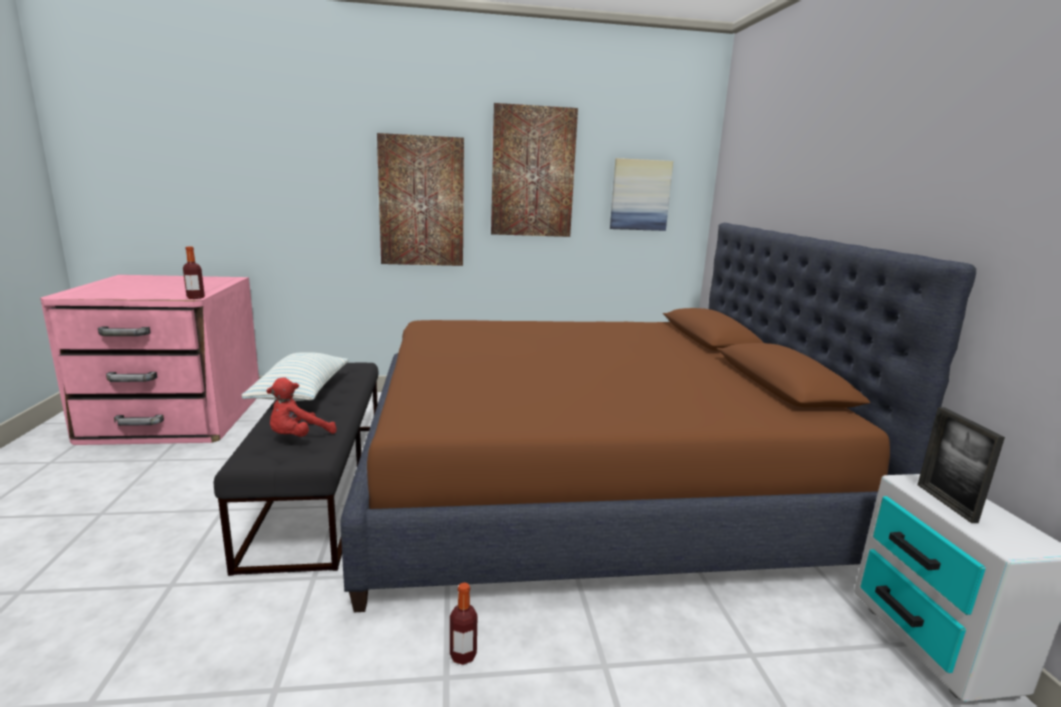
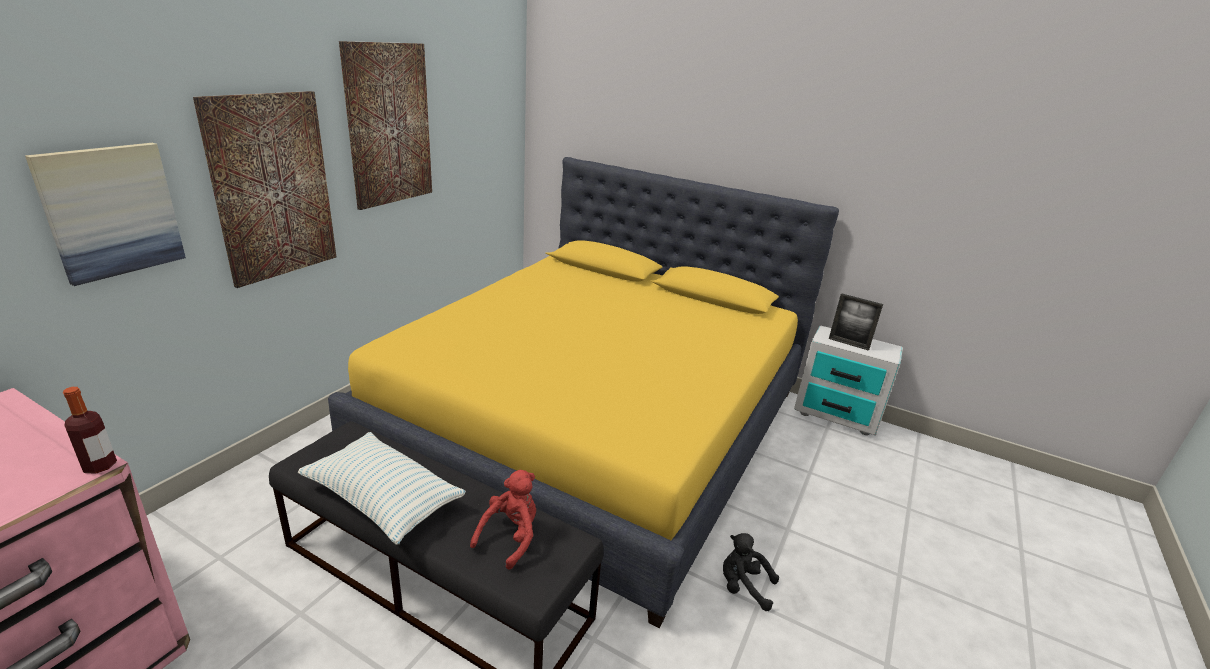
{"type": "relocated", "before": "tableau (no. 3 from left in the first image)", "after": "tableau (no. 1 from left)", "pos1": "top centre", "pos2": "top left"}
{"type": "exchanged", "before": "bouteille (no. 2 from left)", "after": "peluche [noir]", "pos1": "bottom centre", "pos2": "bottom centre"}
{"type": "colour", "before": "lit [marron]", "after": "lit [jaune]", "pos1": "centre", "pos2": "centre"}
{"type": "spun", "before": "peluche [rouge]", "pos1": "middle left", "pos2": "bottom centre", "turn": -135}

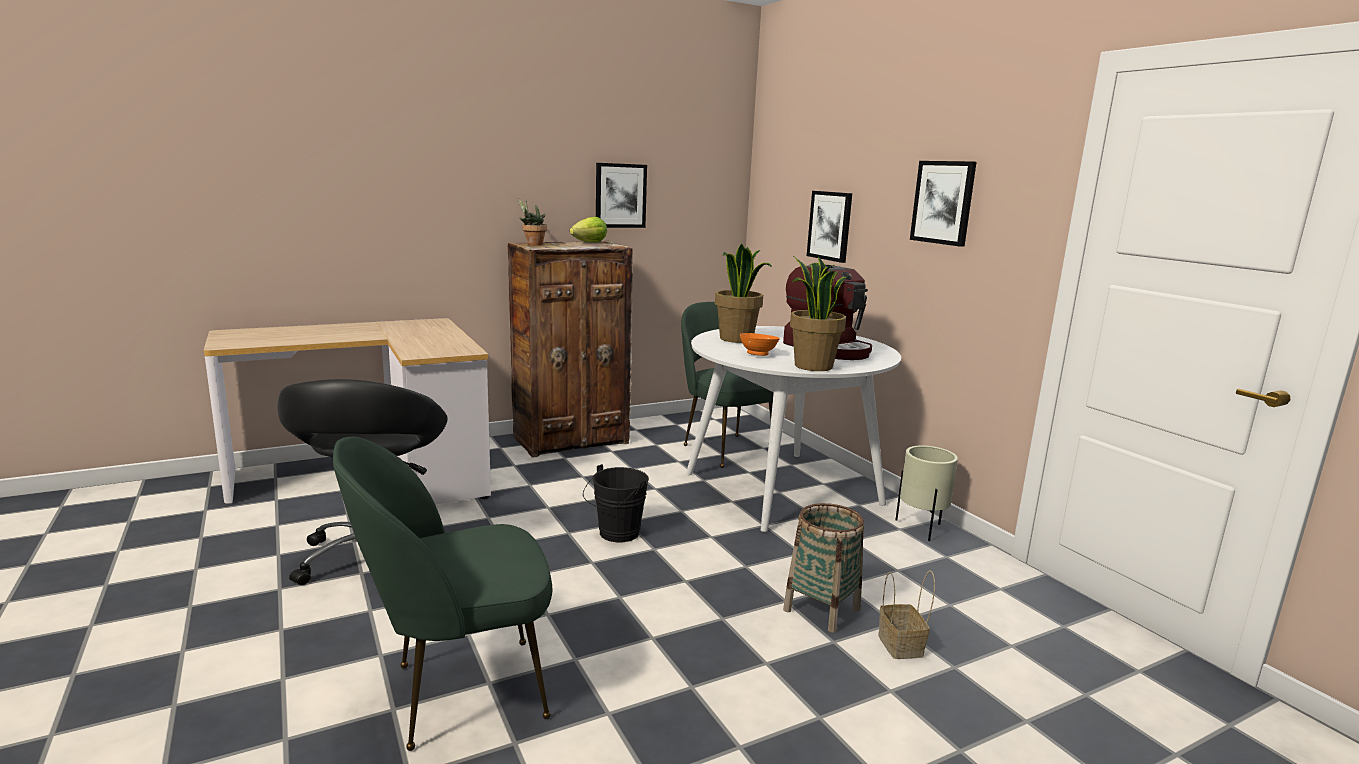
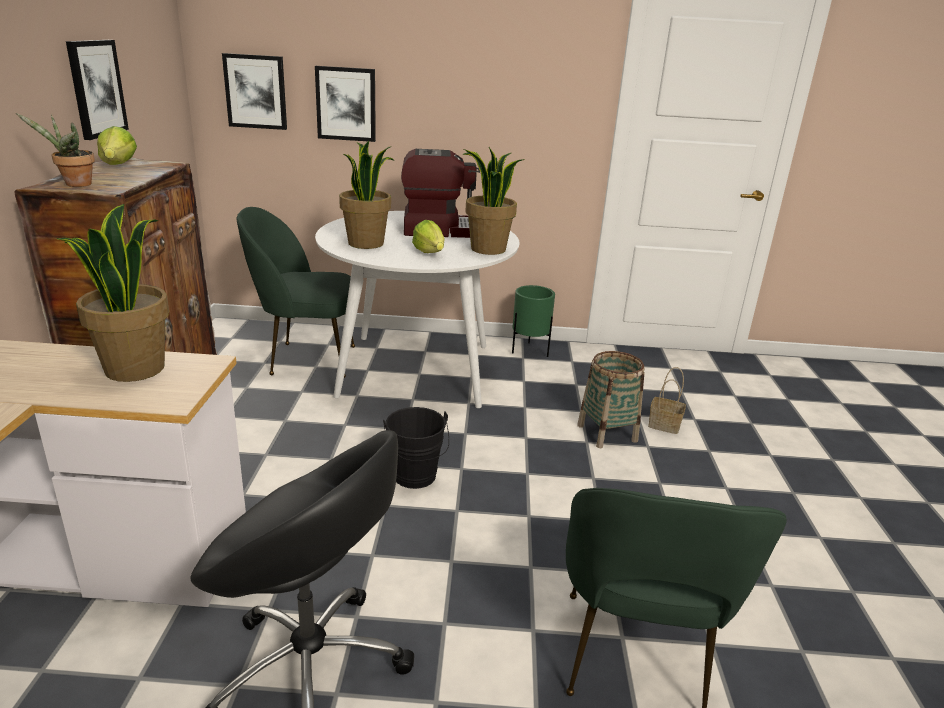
{"type": "appeared", "after": "plante en pot (no. 2 from left)", "pos2": "middle left"}
{"type": "relocated", "before": "tableau (no. 3 from left in the first image)", "after": "tableau (no. 2 from left)", "pos1": "top right", "pos2": "top left"}
{"type": "exchanged", "before": "bol [orange]", "after": "laitue (no. 2 from left)", "pos1": "centre", "pos2": "centre"}
{"type": "colour", "before": "cache-pot [beige]", "after": "cache-pot [vert]", "pos1": "middle right", "pos2": "centre"}

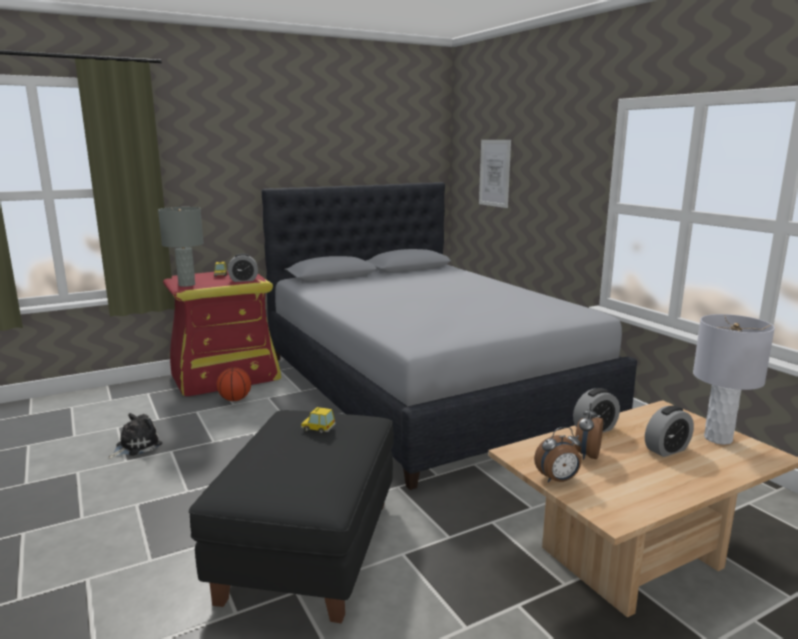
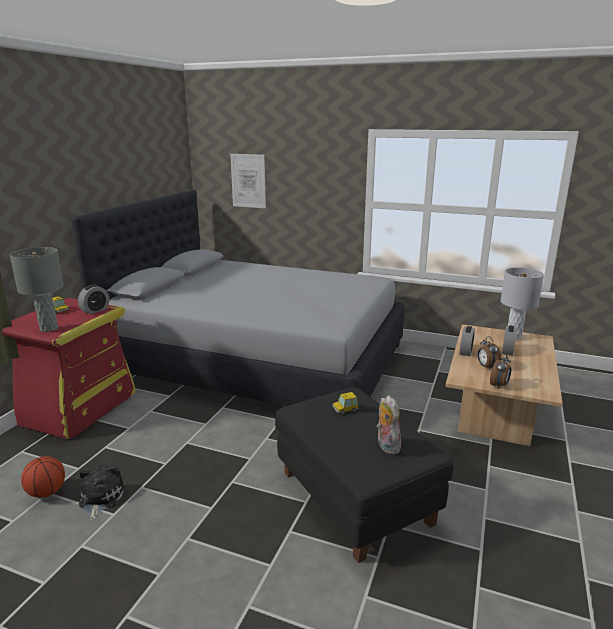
{"type": "appeared", "after": "peluche (no. 2 from left)", "pos2": "bottom centre"}
{"type": "relocated", "before": "ballon de basket", "pos1": "middle left", "pos2": "bottom left"}

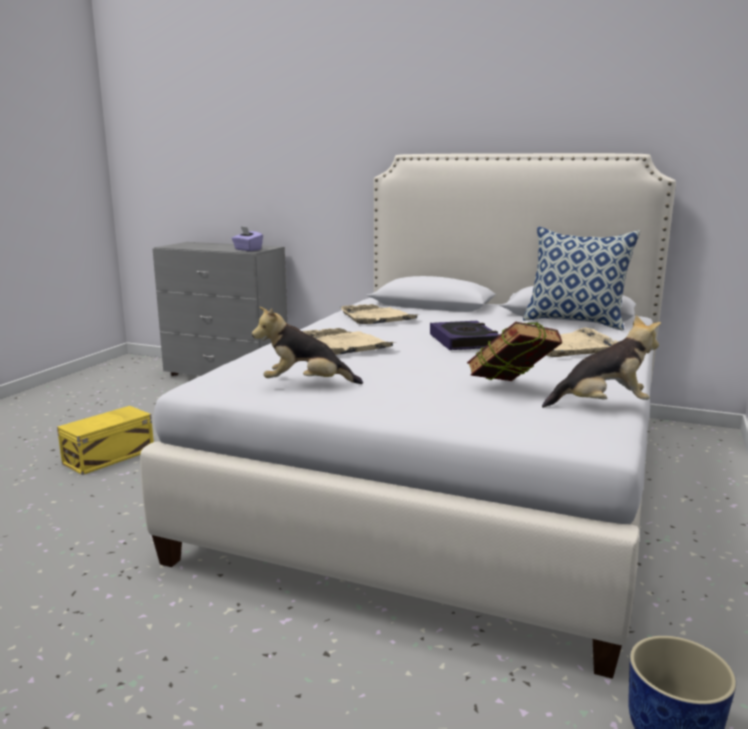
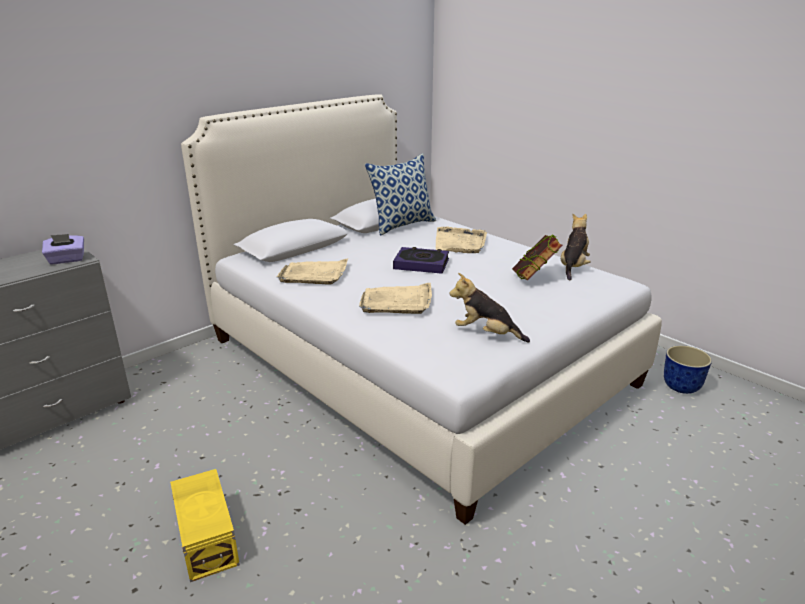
{"type": "spun", "before": "peluche (no. 1 from left)", "pos1": "centre", "pos2": "centre", "turn": 90}

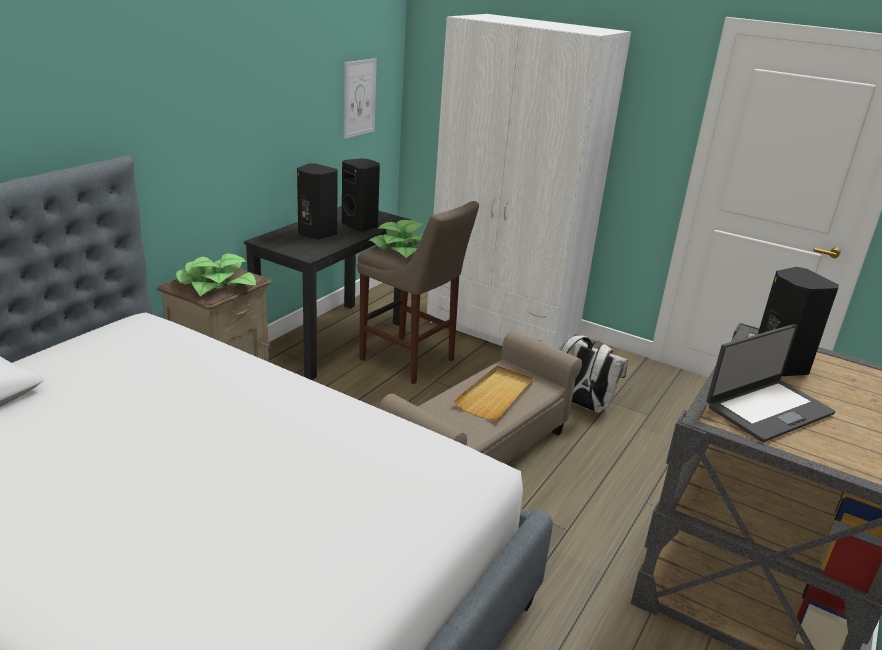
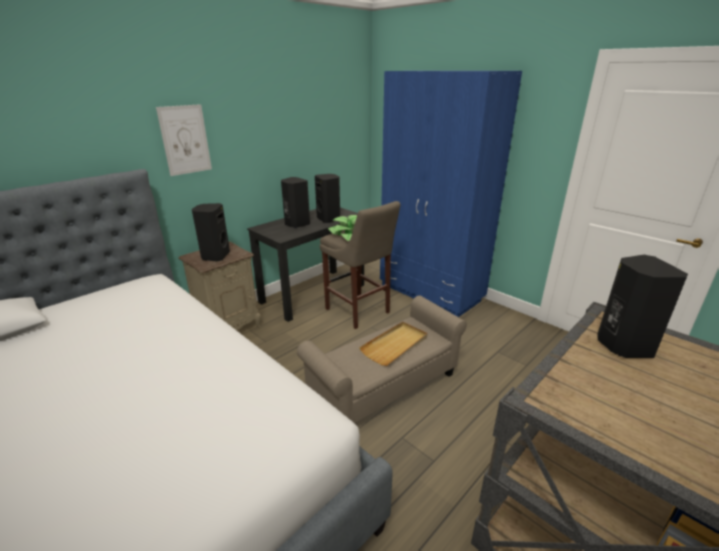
{"type": "missing", "before": "sac à dos [blanc]", "pos1": "middle right"}
{"type": "missing", "before": "ordinateur portable", "pos1": "middle right"}
{"type": "relocated", "before": "tableau", "pos1": "top centre", "pos2": "top left"}
{"type": "exchanged", "before": "plante en pot (no. 1 from left)", "after": "enceinte [noir] (no. 1 from left)", "pos1": "middle left", "pos2": "middle left"}
{"type": "colour", "before": "armoire [blanc]", "after": "armoire [bleu]", "pos1": "top centre", "pos2": "centre"}

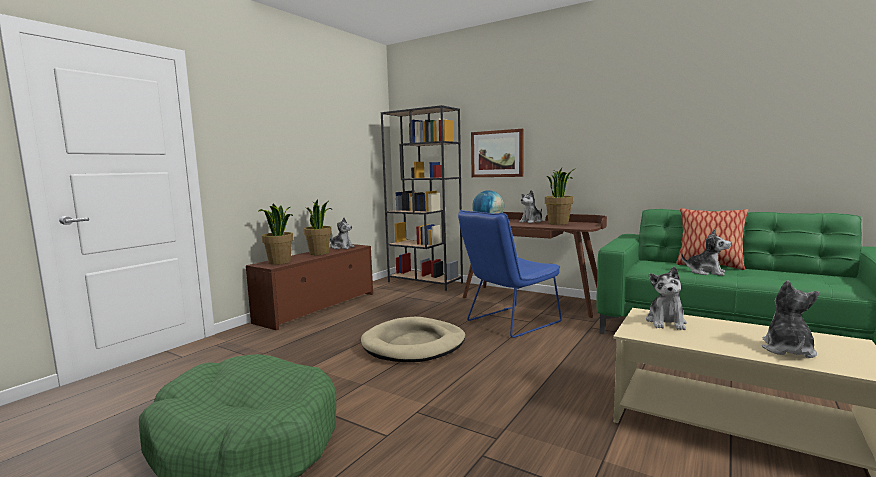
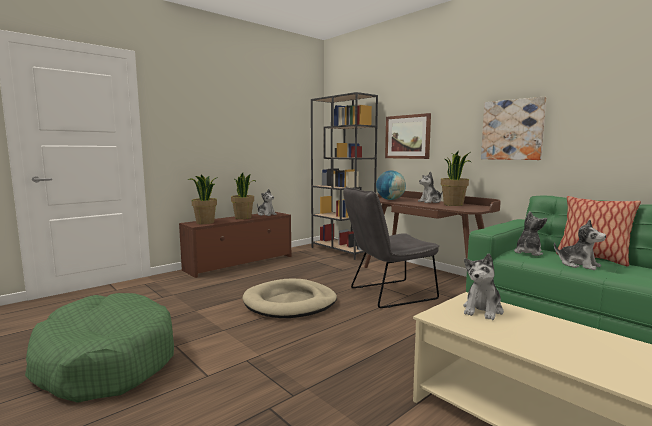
{"type": "appeared", "after": "tableau (no. 2 from left)", "pos2": "top right"}
{"type": "relocated", "before": "peluche (no. 5 from left in the first image)", "after": "peluche (no. 4 from left)", "pos1": "bottom right", "pos2": "middle right"}
{"type": "colour", "before": "chaise [bleu]", "after": "chaise [gris]", "pos1": "centre", "pos2": "centre"}

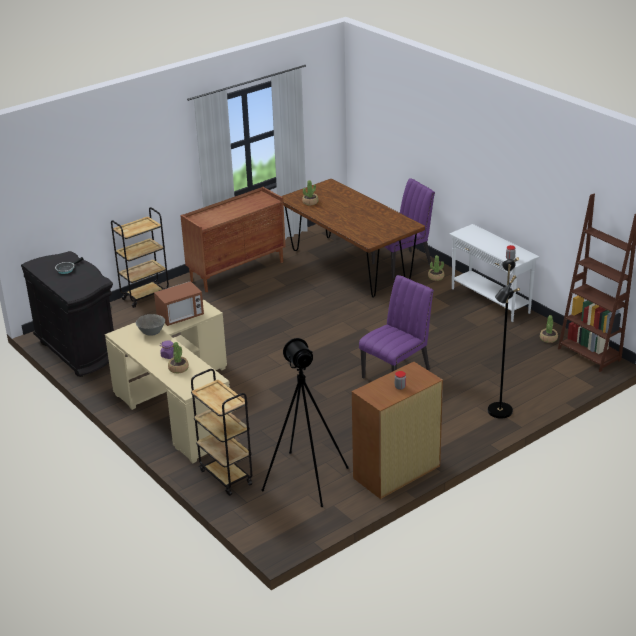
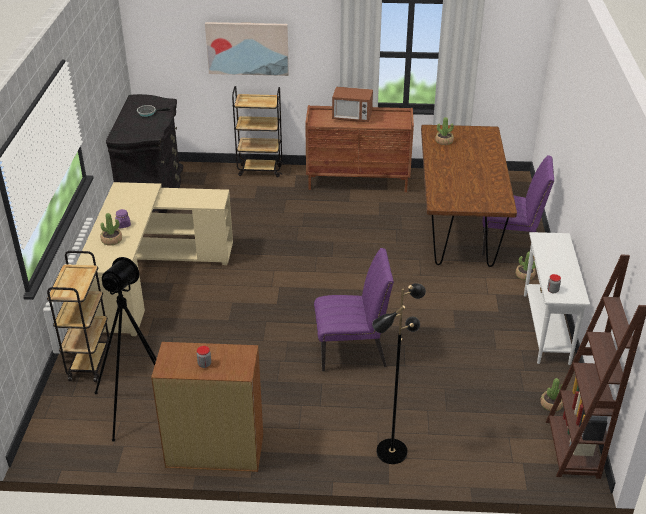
{"type": "missing", "before": "bol [gris]", "pos1": "middle left"}
{"type": "appeared", "after": "tableau", "pos2": "top centre"}
{"type": "relocated", "before": "micro-ondes", "pos1": "middle left", "pos2": "top centre"}

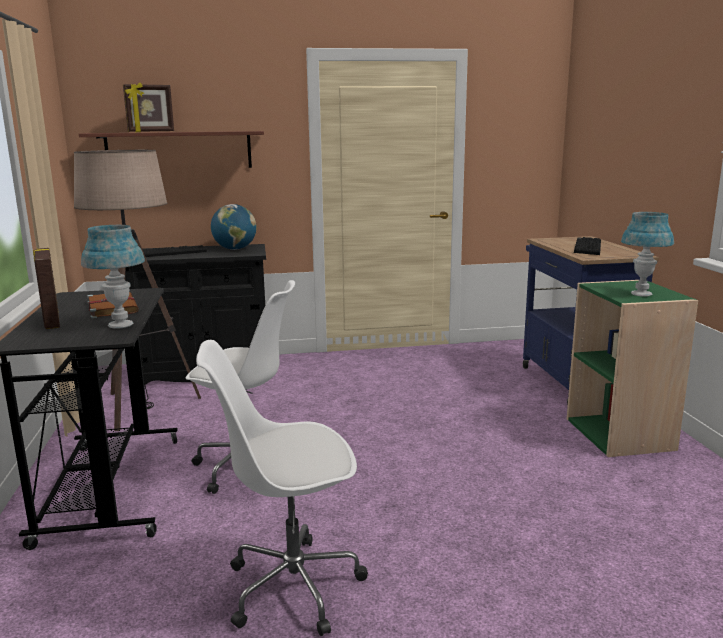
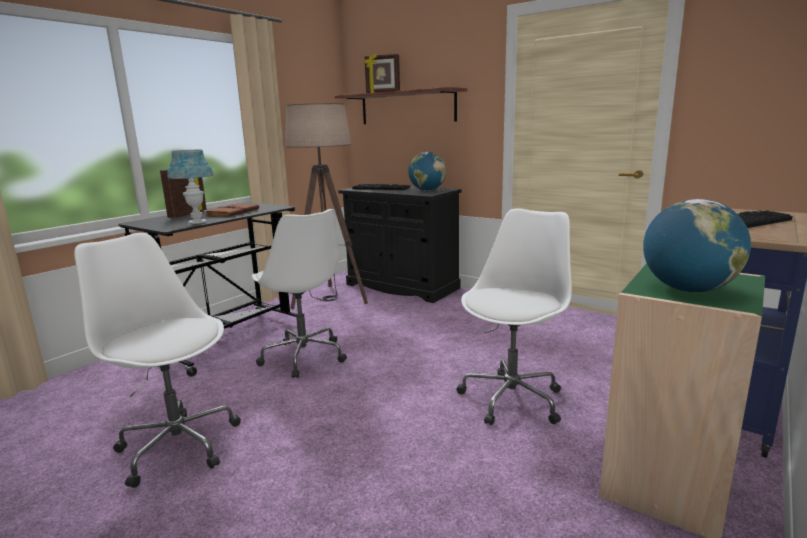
{"type": "appeared", "after": "chaise de bureau [blanc] (no. 3 from left)", "pos2": "centre"}
{"type": "exchanged", "before": "lampe de table [bleu] (no. 2 from left)", "after": "globe (no. 2 from left)", "pos1": "middle right", "pos2": "middle right"}

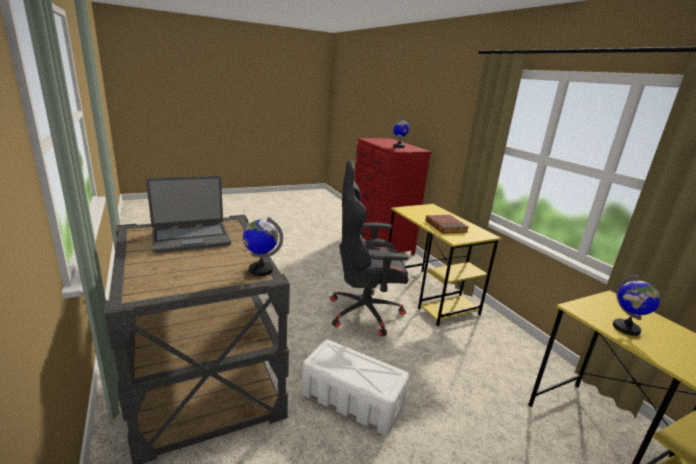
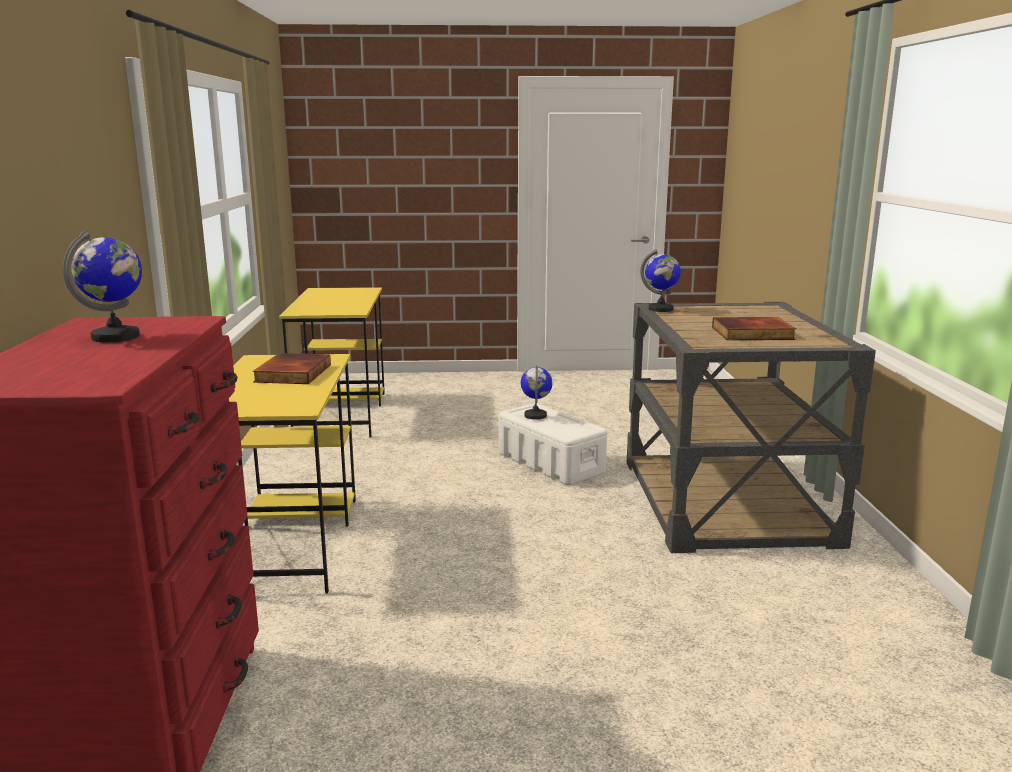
{"type": "missing", "before": "chaise de bureau [noir]", "pos1": "centre"}
{"type": "relocated", "before": "globe (no. 3 from left in the first image)", "after": "globe (no. 2 from left)", "pos1": "middle right", "pos2": "centre"}
{"type": "exchanged", "before": "ordinateur portable", "after": "livre (no. 2 from left)", "pos1": "middle left", "pos2": "middle right"}

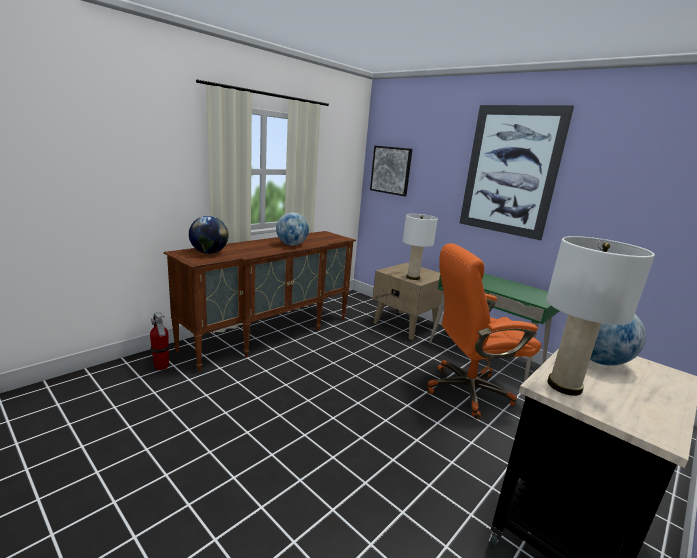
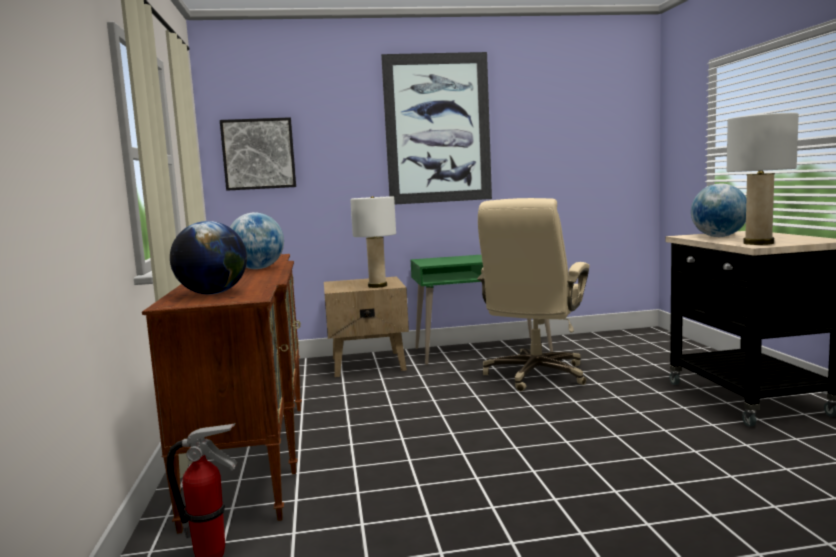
{"type": "colour", "before": "chaise de bureau [orange]", "after": "chaise de bureau [beige]", "pos1": "middle right", "pos2": "centre"}

